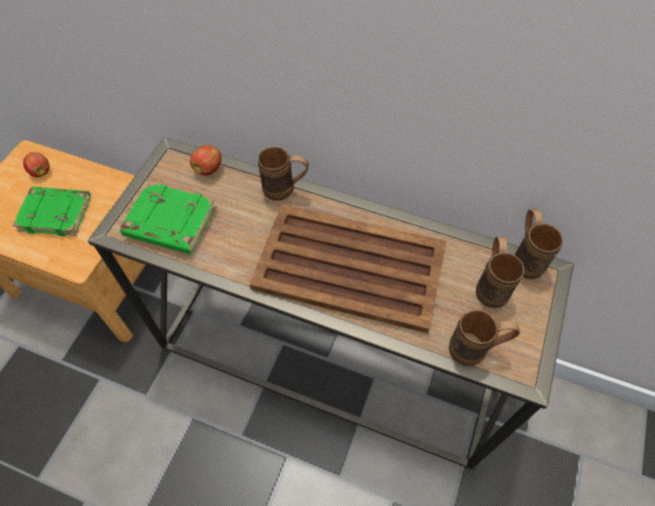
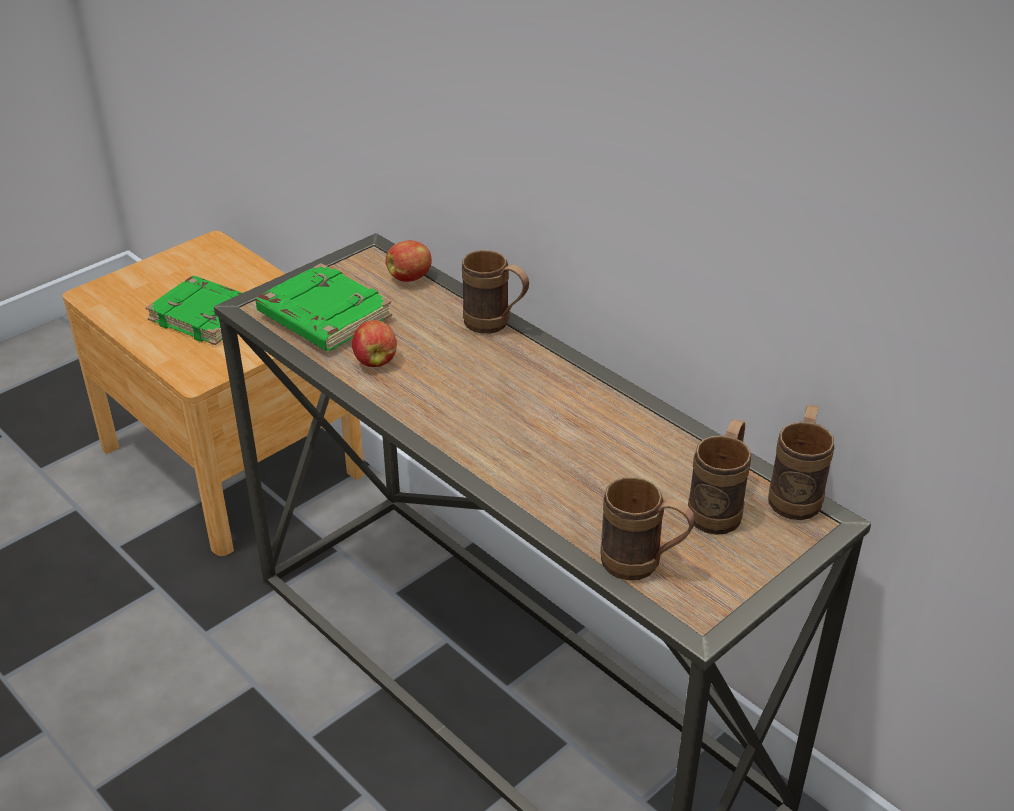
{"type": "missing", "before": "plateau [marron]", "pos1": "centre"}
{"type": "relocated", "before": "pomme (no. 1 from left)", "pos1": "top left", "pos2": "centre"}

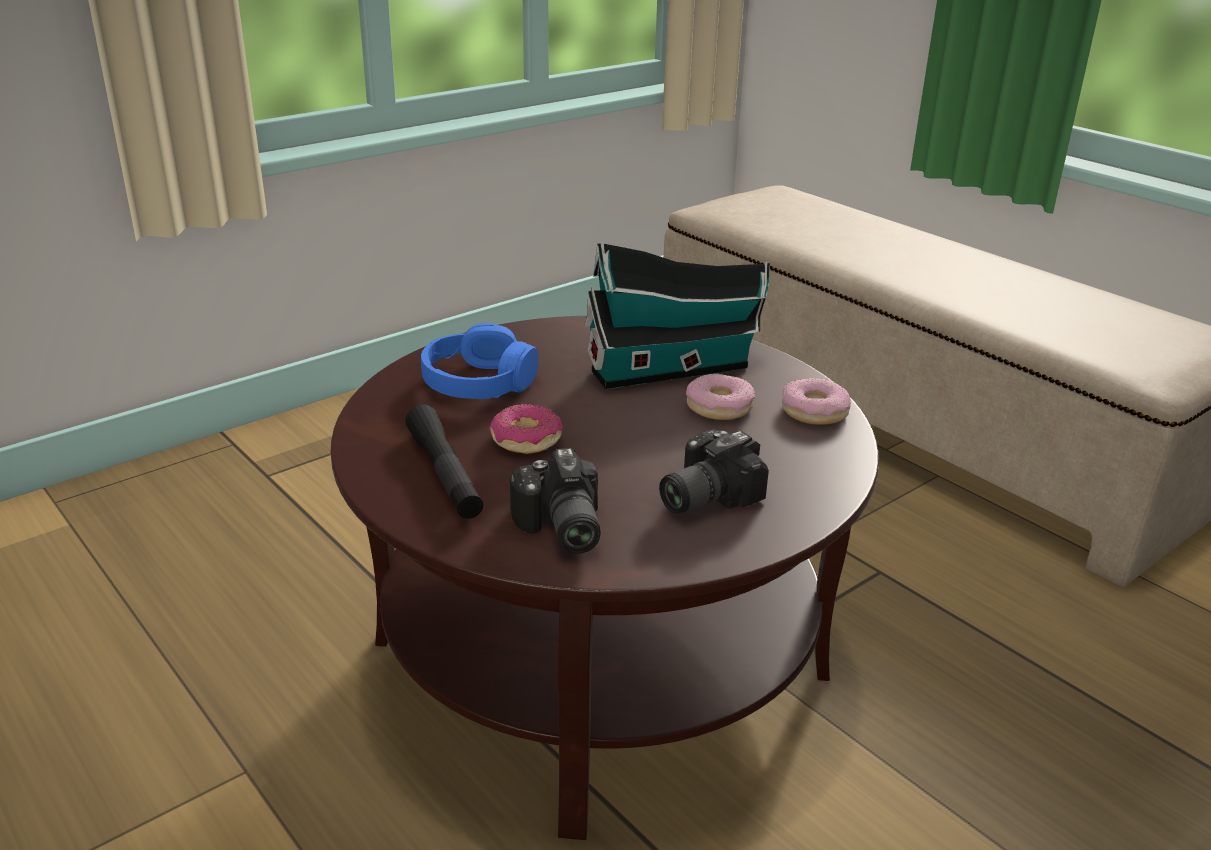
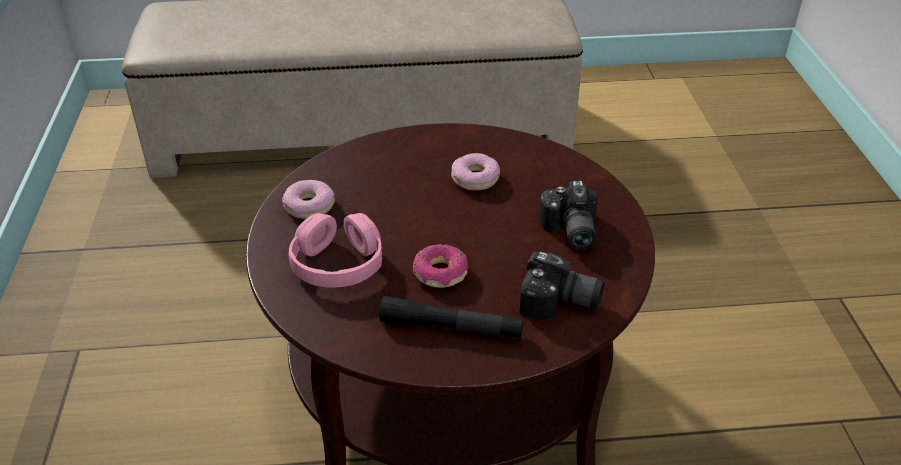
{"type": "missing", "before": "maison miniature", "pos1": "centre"}
{"type": "relocated", "before": "beignet (no. 3 from left in the first image)", "after": "beignet (no. 1 from left)", "pos1": "middle right", "pos2": "centre"}
{"type": "colour", "before": "casque audio [bleu]", "after": "casque audio [rose]", "pos1": "centre", "pos2": "centre"}

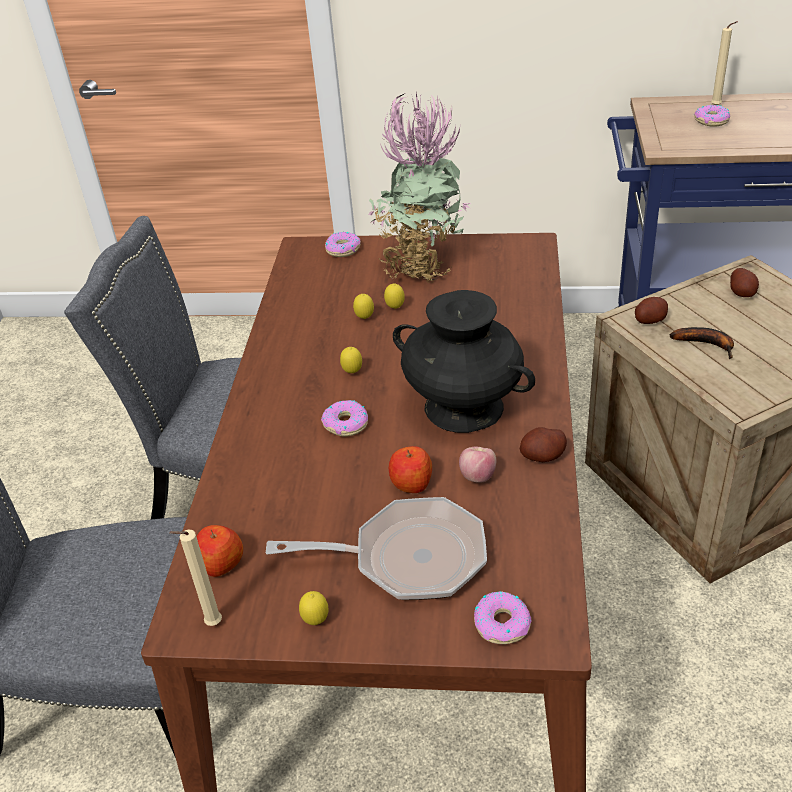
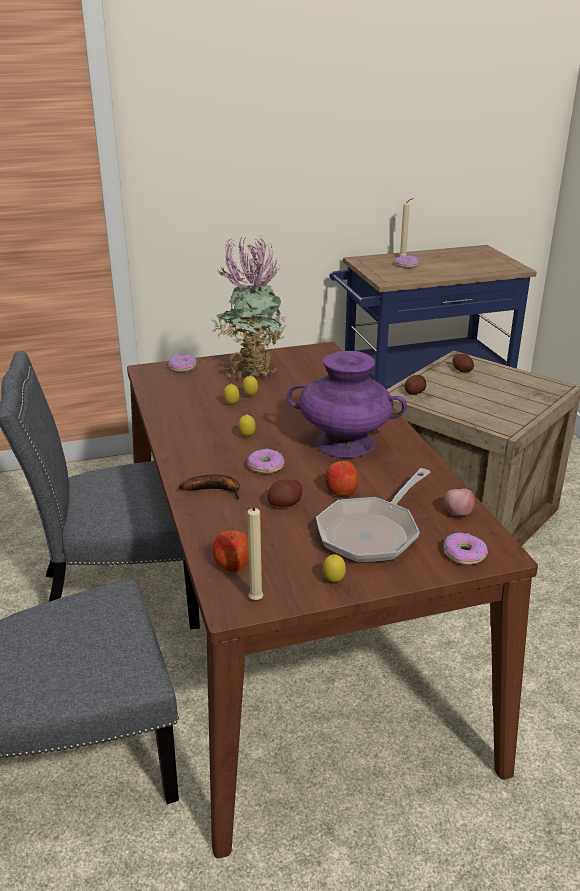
{"type": "relocated", "before": "pomme (no. 3 from left)", "pos1": "centre", "pos2": "middle right"}
{"type": "relocated", "before": "pomme de terre (no. 1 from left)", "pos1": "middle right", "pos2": "centre"}
{"type": "relocated", "before": "banane", "pos1": "middle right", "pos2": "centre"}
{"type": "colour", "before": "vase [noir]", "after": "vase [violet]", "pos1": "centre", "pos2": "centre"}
{"type": "spun", "before": "poêle", "pos1": "bottom centre", "pos2": "centre", "turn": 150}

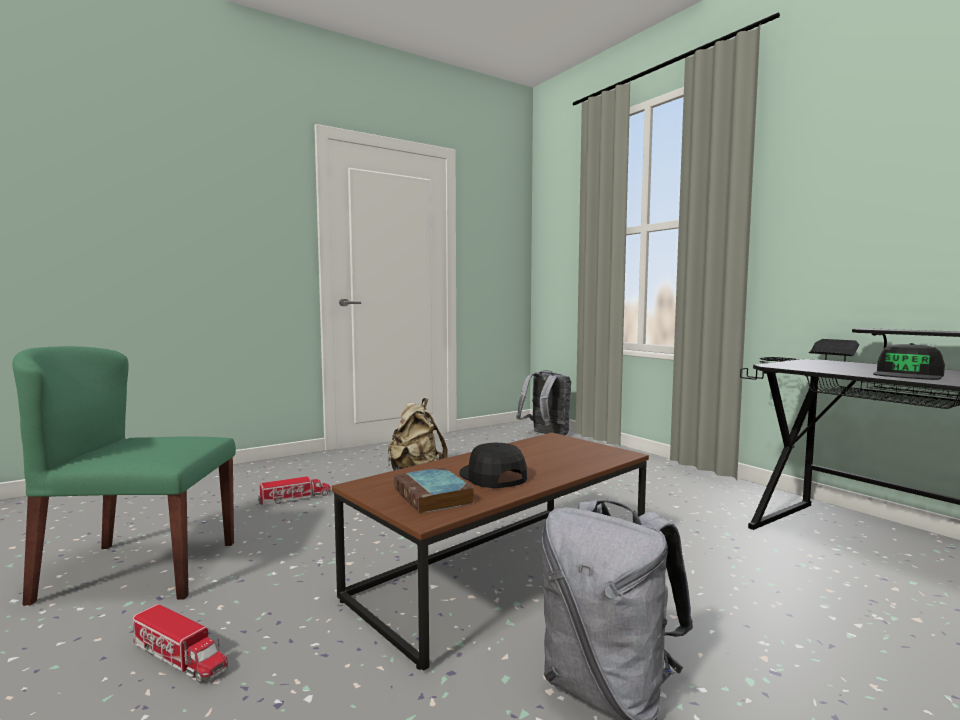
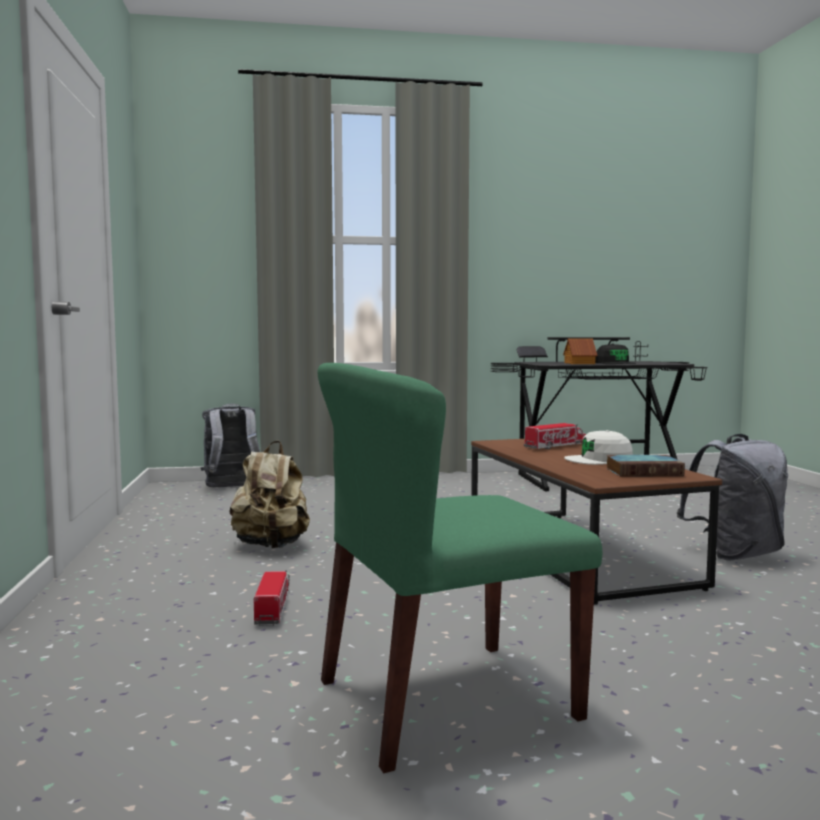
{"type": "appeared", "after": "maison miniature", "pos2": "middle right"}
{"type": "relocated", "before": "camion jouet (no. 1 from left in the first image)", "after": "camion jouet (no. 2 from left)", "pos1": "bottom left", "pos2": "middle right"}
{"type": "colour", "before": "casquette [noir] (no. 1 from left)", "after": "casquette [blanc]", "pos1": "centre", "pos2": "middle right"}
{"type": "spun", "before": "chaise [vert]", "pos1": "middle left", "pos2": "bottom centre", "turn": 45}

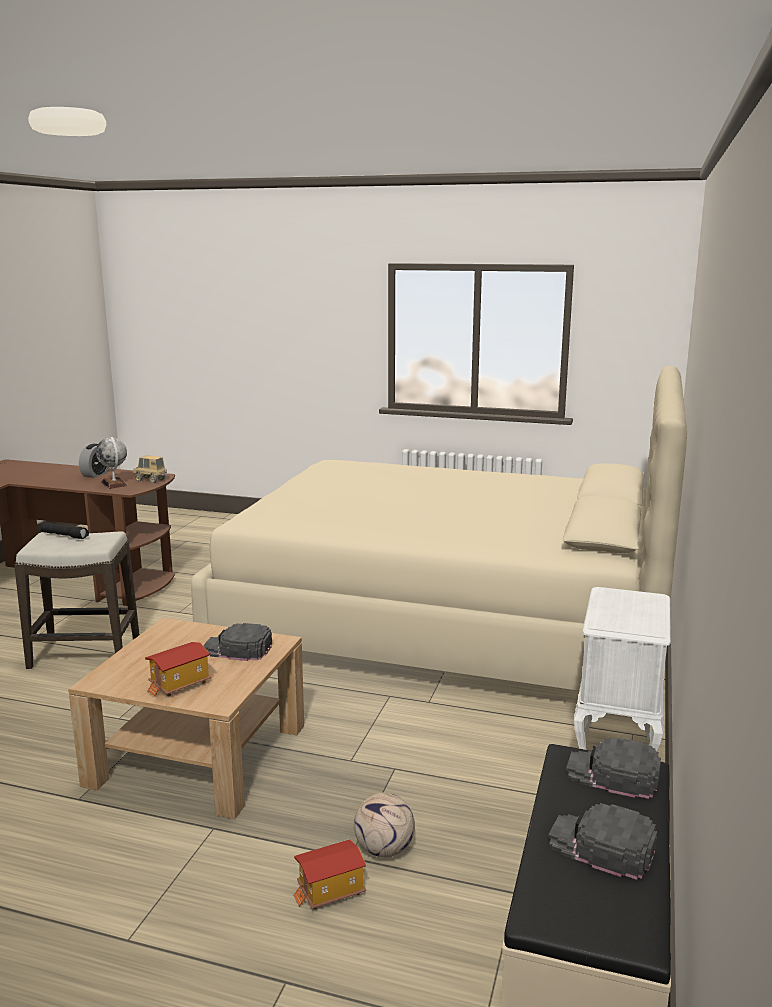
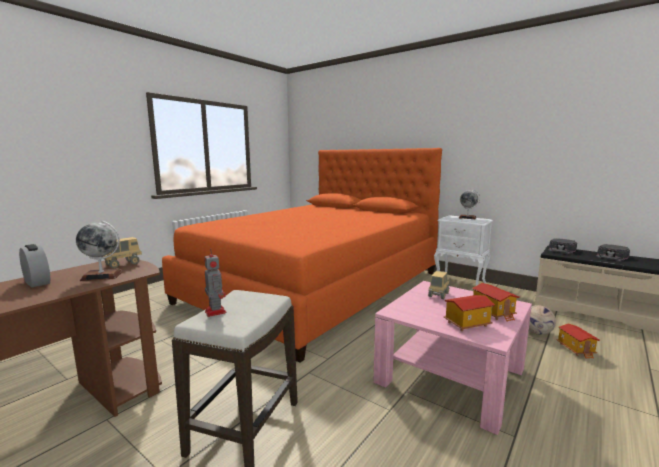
{"type": "appeared", "after": "maison miniature (no. 1 from left)", "pos2": "bottom right"}
{"type": "appeared", "after": "globe (no. 2 from left)", "pos2": "middle right"}
{"type": "exchanged", "before": "lampe de poche [noir]", "after": "robot jouet", "pos1": "middle left", "pos2": "middle left"}
{"type": "exchanged", "before": "casquette [noir] (no. 1 from left)", "after": "camion jouet (no. 2 from left)", "pos1": "middle left", "pos2": "centre"}
{"type": "colour", "before": "table basse [marron]", "after": "table basse [rose]", "pos1": "bottom left", "pos2": "bottom right"}
{"type": "colour", "before": "lit [beige]", "after": "lit [orange]", "pos1": "centre", "pos2": "centre"}

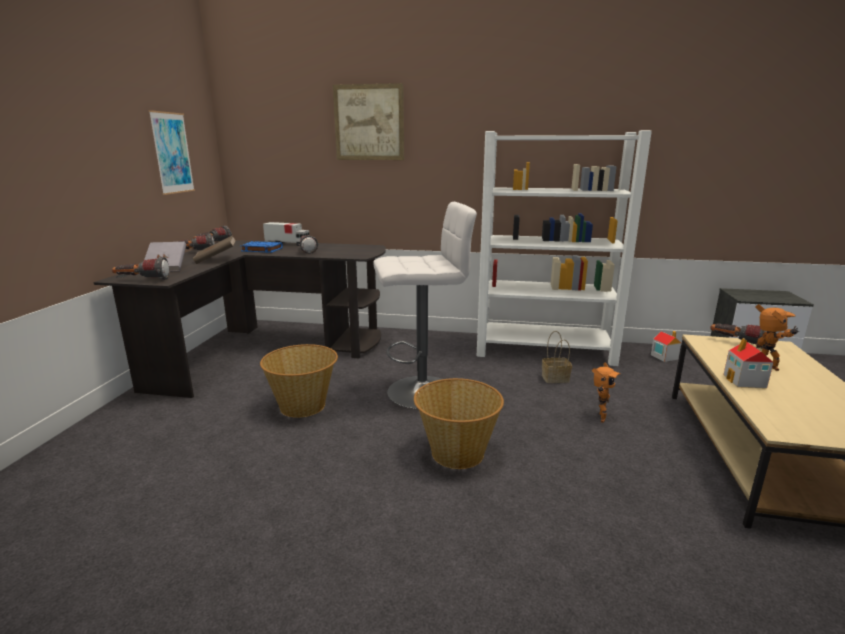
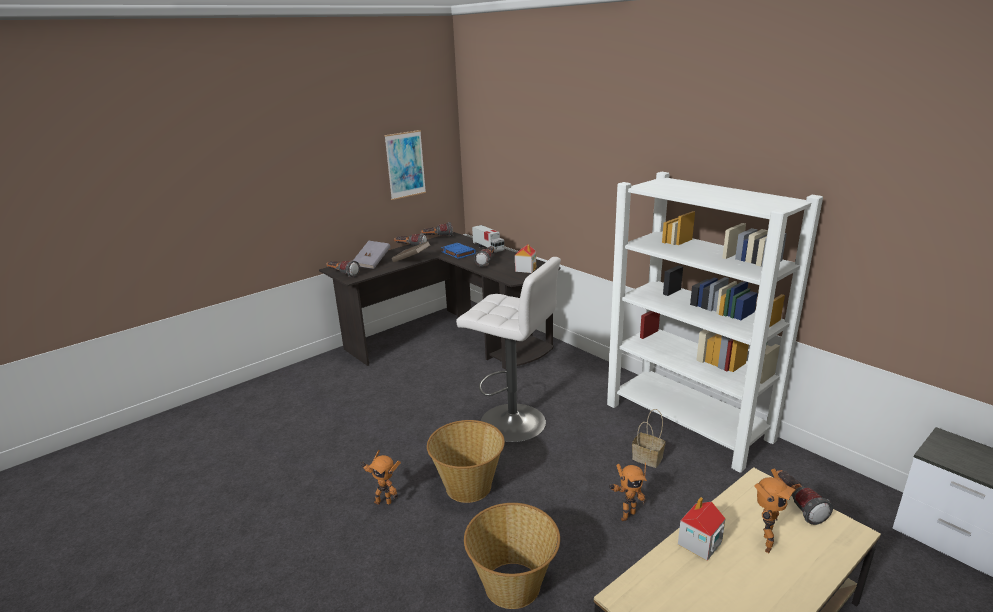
{"type": "missing", "before": "tableau (no. 2 from left)", "pos1": "top centre"}
{"type": "appeared", "after": "robot jouet (no. 1 from left)", "pos2": "bottom centre"}
{"type": "relocated", "before": "panier (no. 1 from left in the first image)", "after": "panier (no. 2 from left)", "pos1": "centre", "pos2": "bottom centre"}
{"type": "relocated", "before": "maison miniature (no. 1 from left)", "pos1": "middle right", "pos2": "centre"}

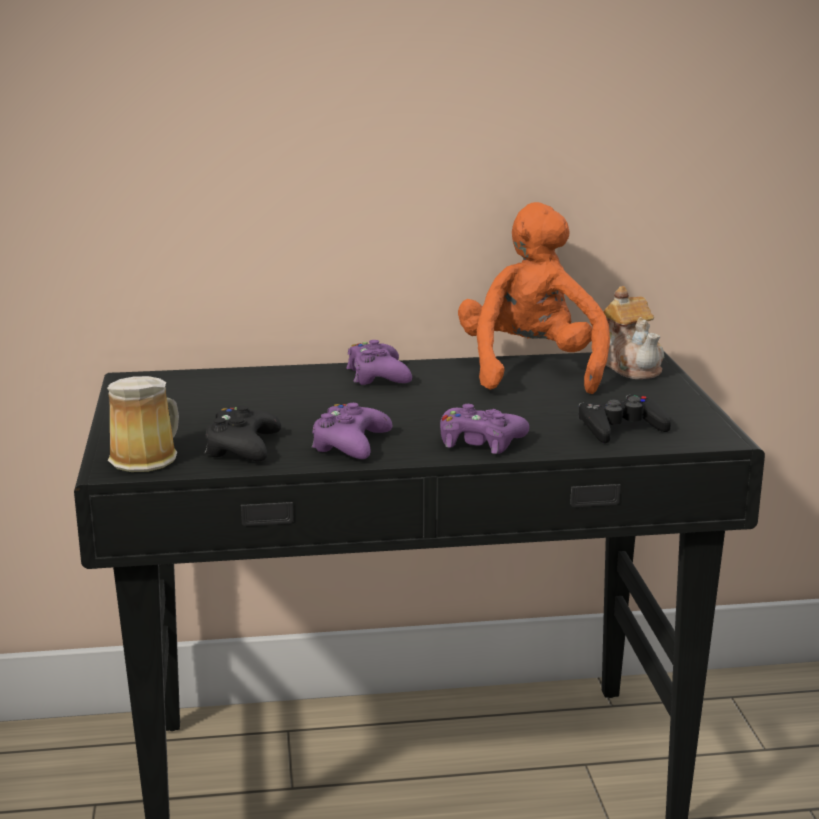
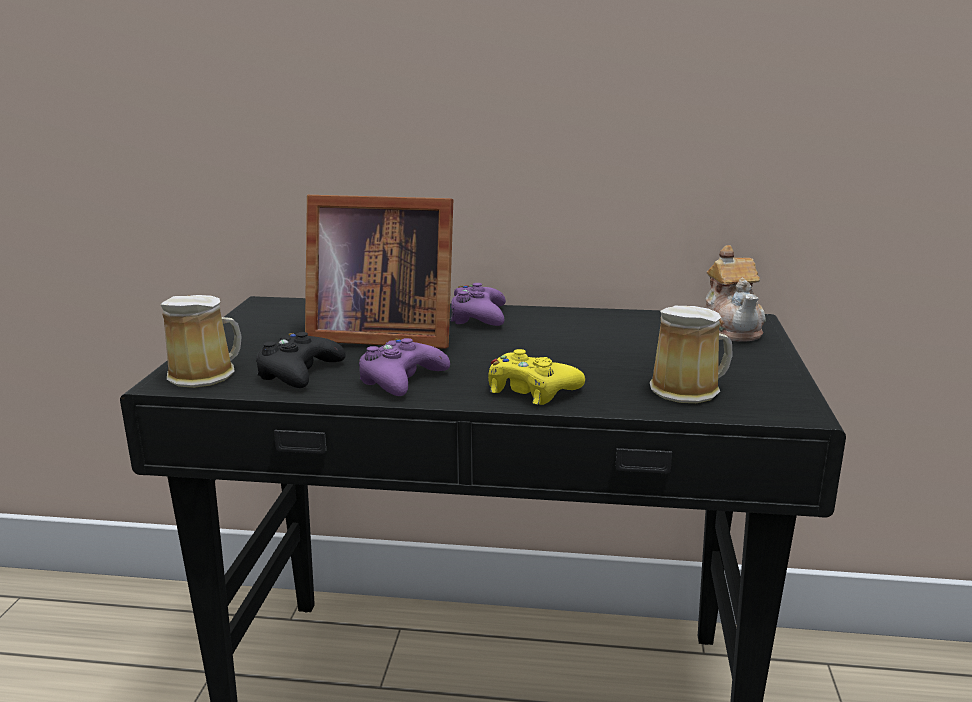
{"type": "missing", "before": "peluche [orange]", "pos1": "centre"}
{"type": "appeared", "after": "cadre photo", "pos2": "centre"}
{"type": "exchanged", "before": "manette [noir] (no. 2 from left)", "after": "mug (no. 2 from left)", "pos1": "middle right", "pos2": "middle right"}
{"type": "colour", "before": "manette [violet] (no. 3 from left)", "after": "manette [jaune]", "pos1": "centre", "pos2": "centre"}

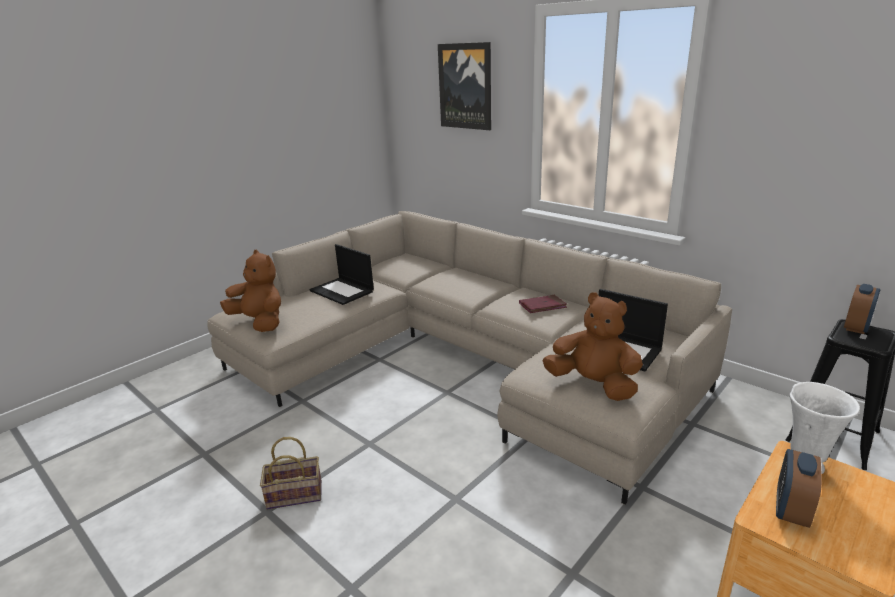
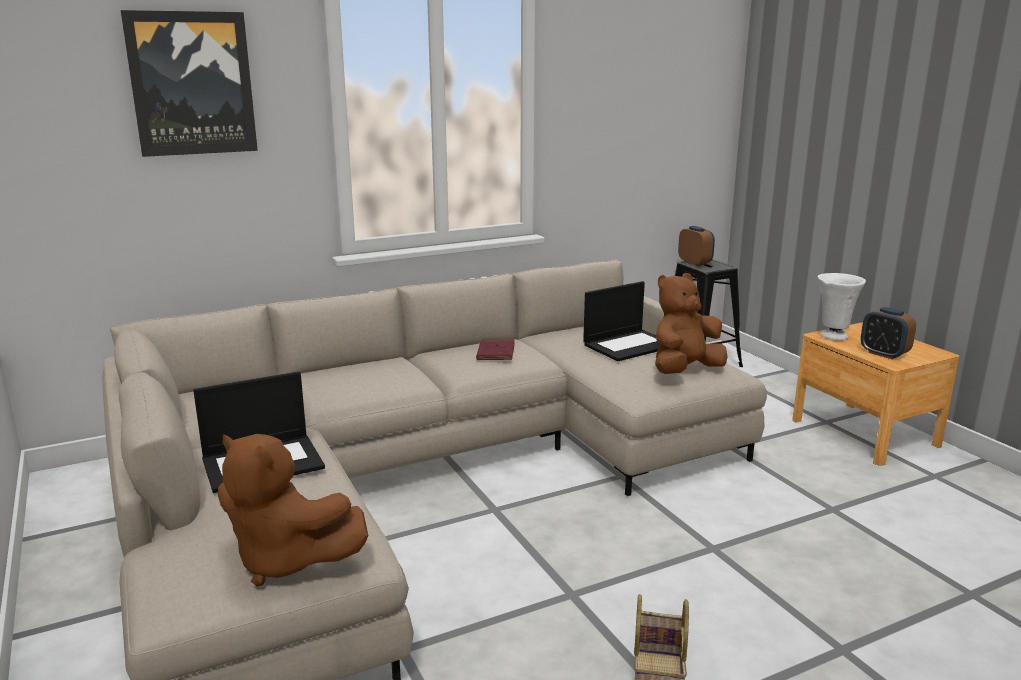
{"type": "spun", "before": "peluche [marron] (no. 1 from left)", "pos1": "middle left", "pos2": "bottom left", "turn": -120}

